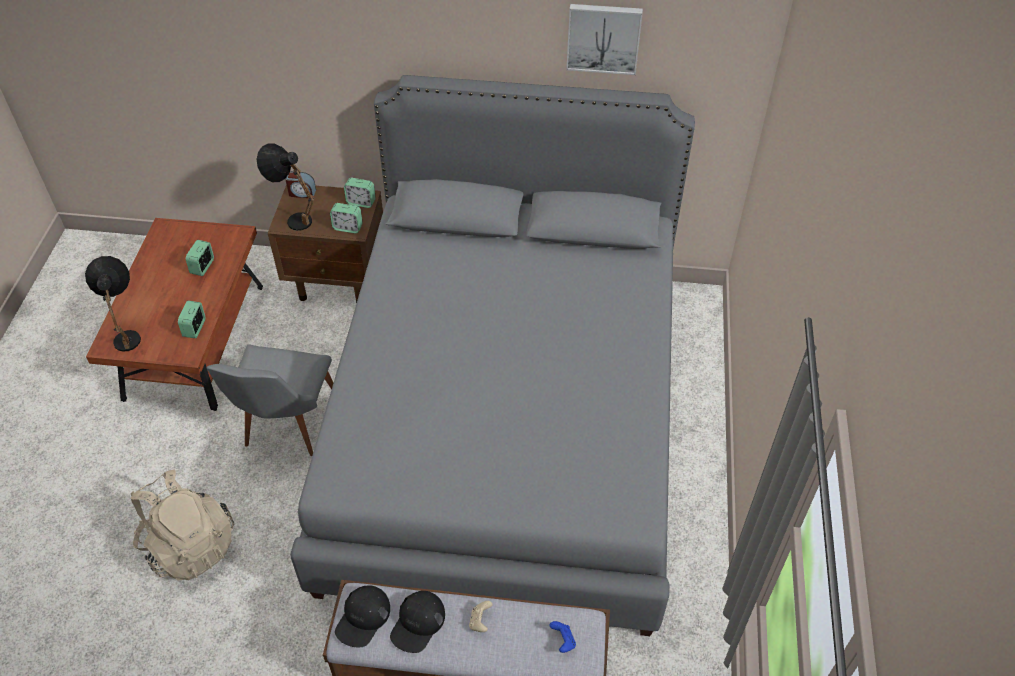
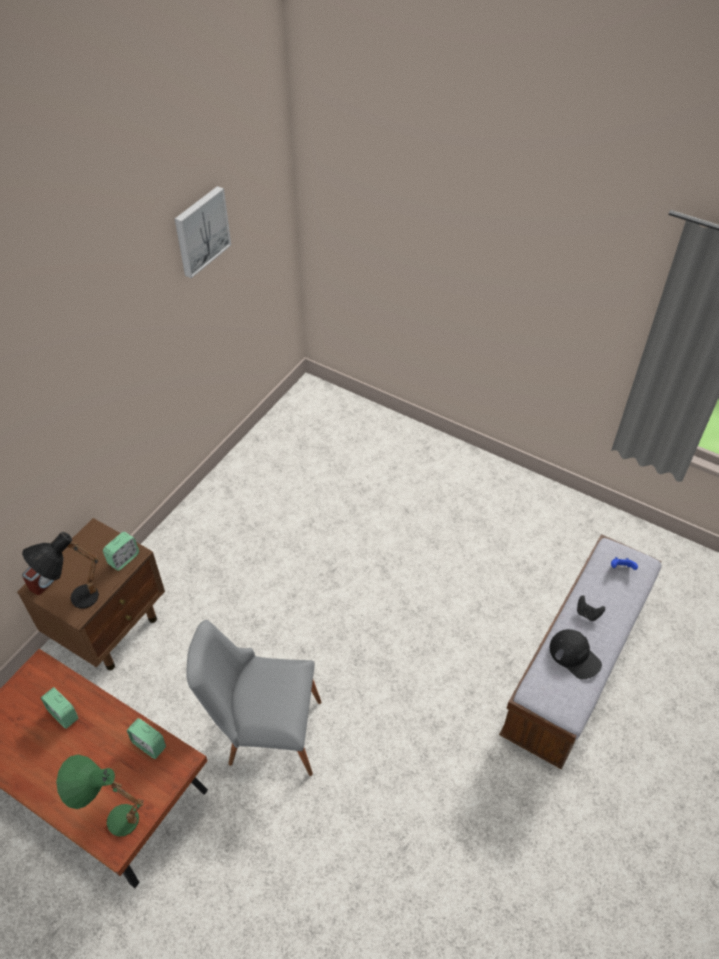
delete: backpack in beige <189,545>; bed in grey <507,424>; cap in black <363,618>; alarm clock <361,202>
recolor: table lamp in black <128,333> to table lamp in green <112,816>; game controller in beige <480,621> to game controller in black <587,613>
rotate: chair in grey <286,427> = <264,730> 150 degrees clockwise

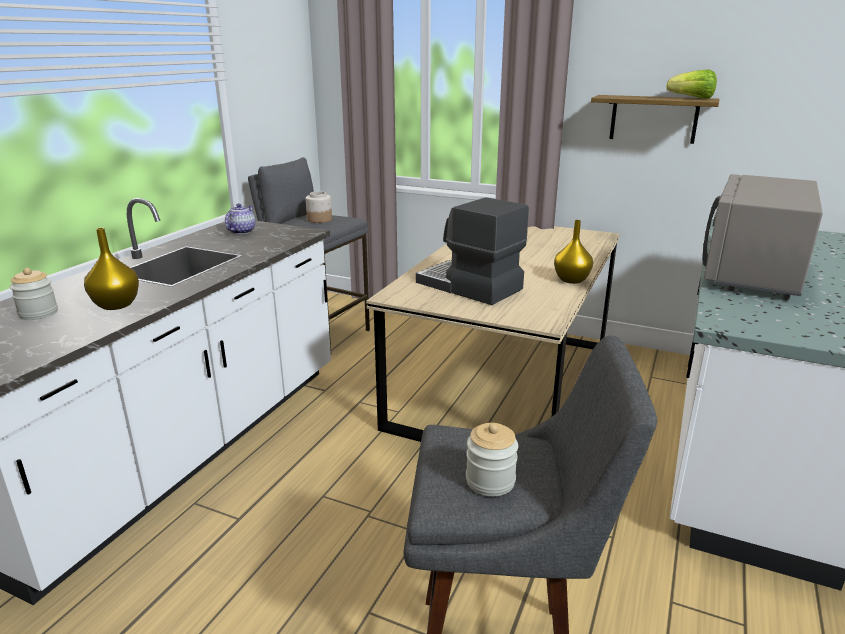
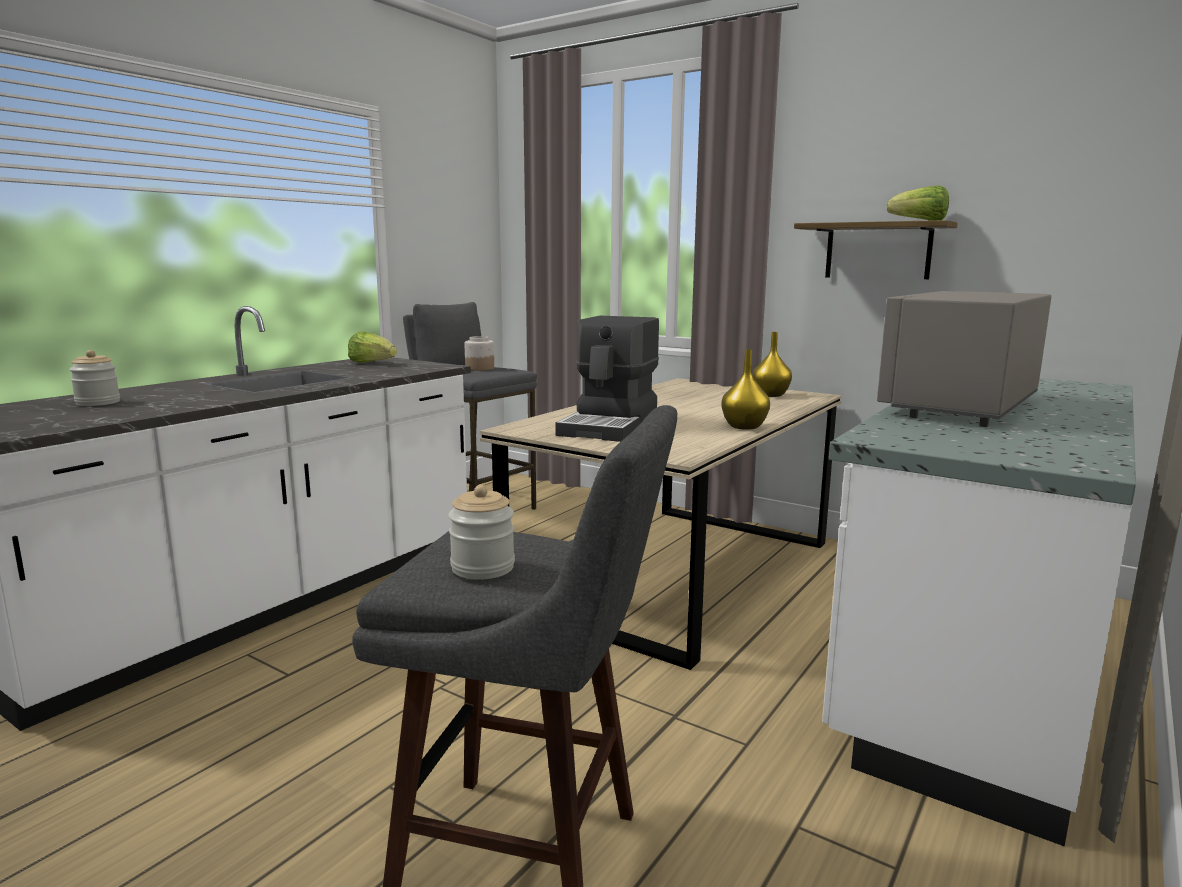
move: vase in yellow <116,305> to <770,395>
replace: teapot <241,231> to lettuce <372,363>
rotate: coffee machine <469,286> = <611,426> 120 degrees counterclockwise

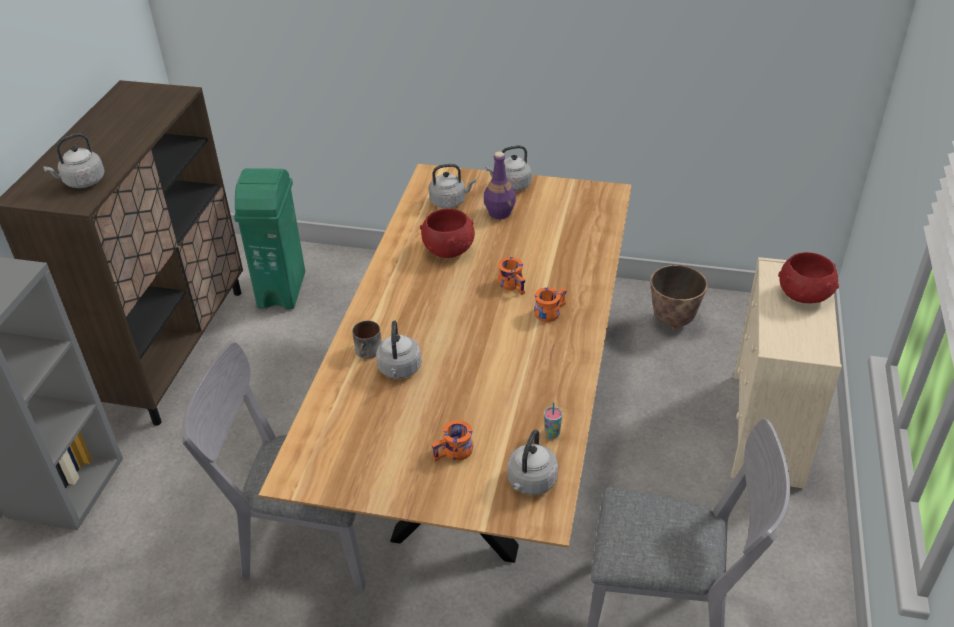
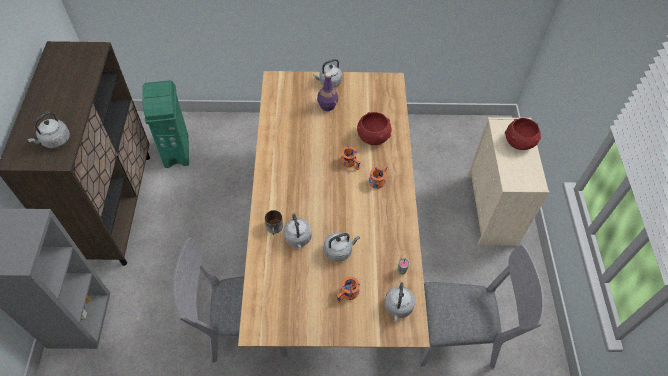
delete: planter <673,321>
move: bowl in red <449,249> to <373,136>; kettle in grey <450,201> to <339,251>

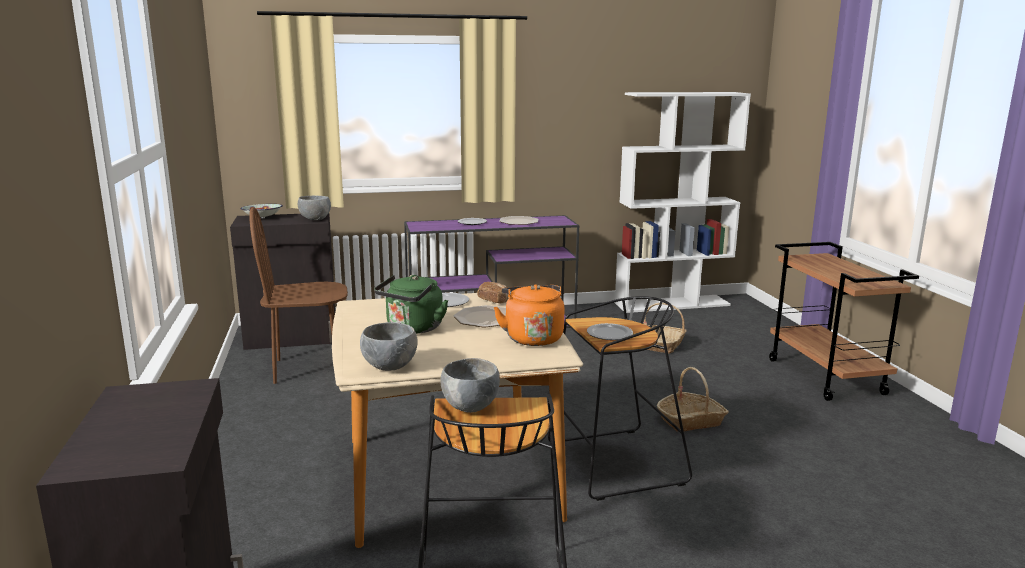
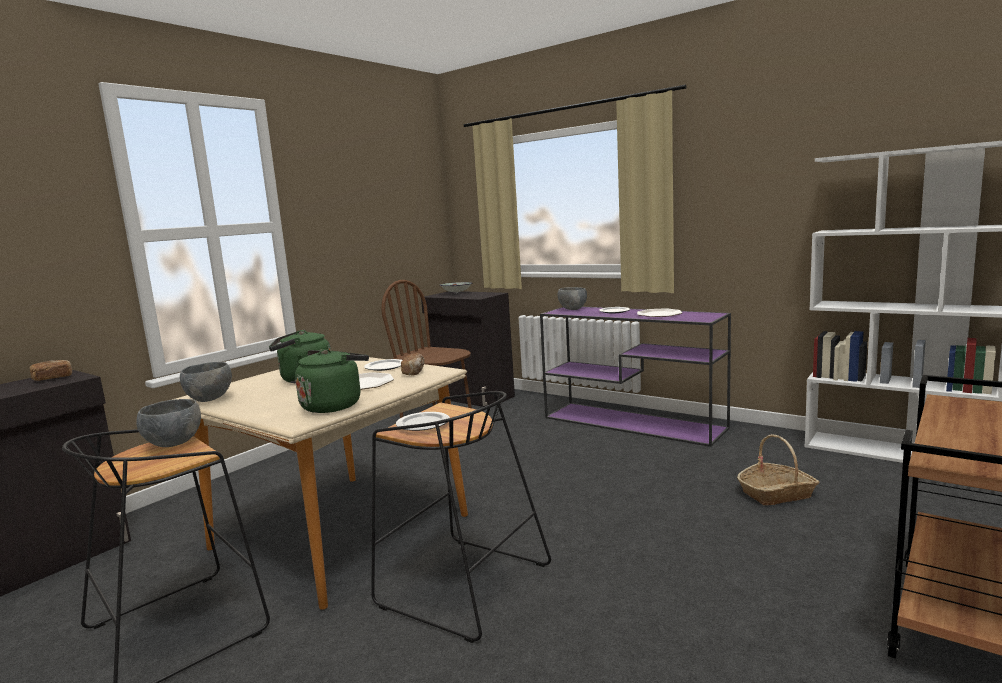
delete: basket <691,421>
insert: bread <53,379>
move: bowl in grey <315,219> to <572,309>
recolor: kettle in orange <532,337> to kettle in green <334,405>

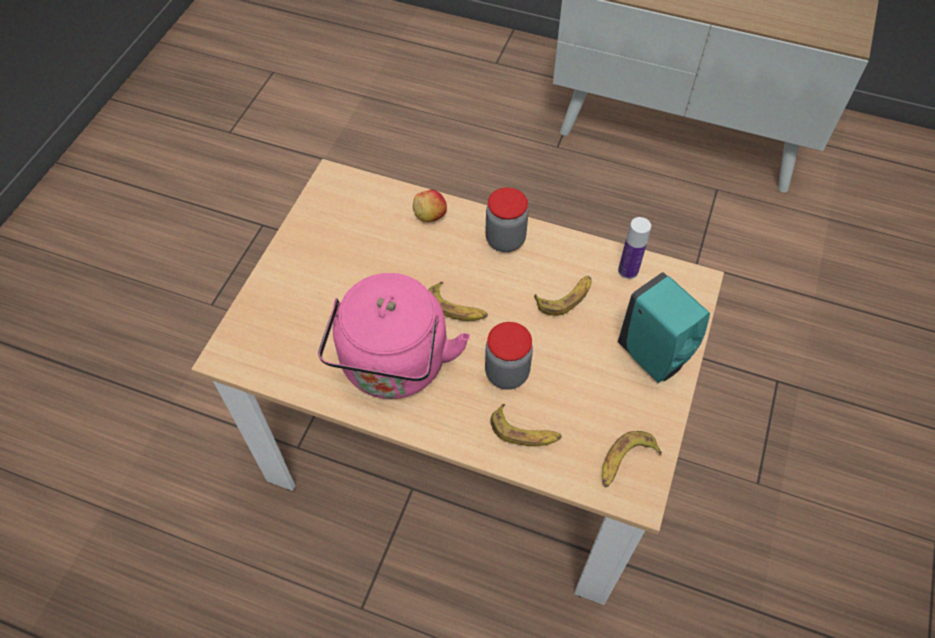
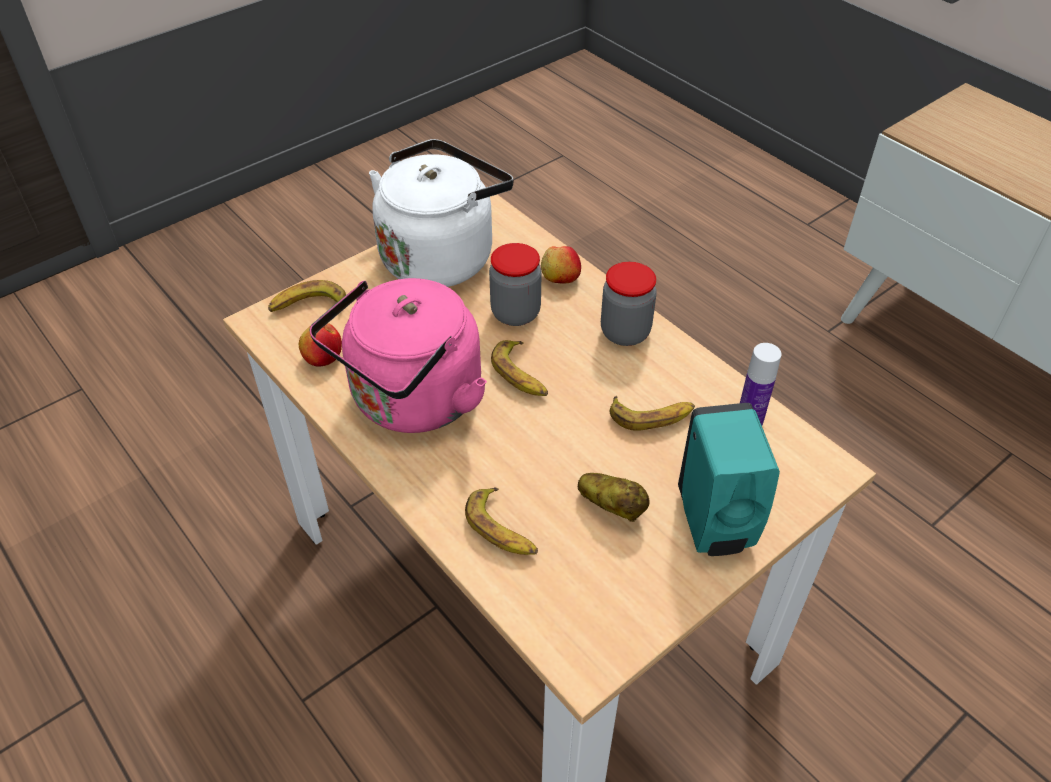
insert: apple <322,357>; kettle in white <441,256>; potato <612,506>
move: jar <507,373> to <515,313>; banana <626,462> to <308,306>

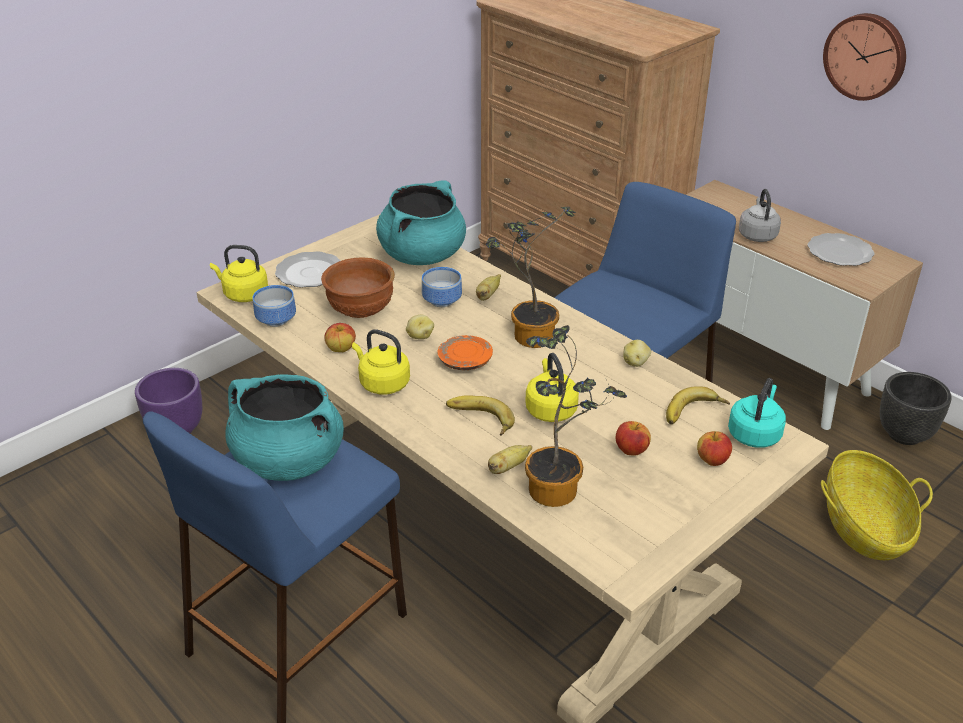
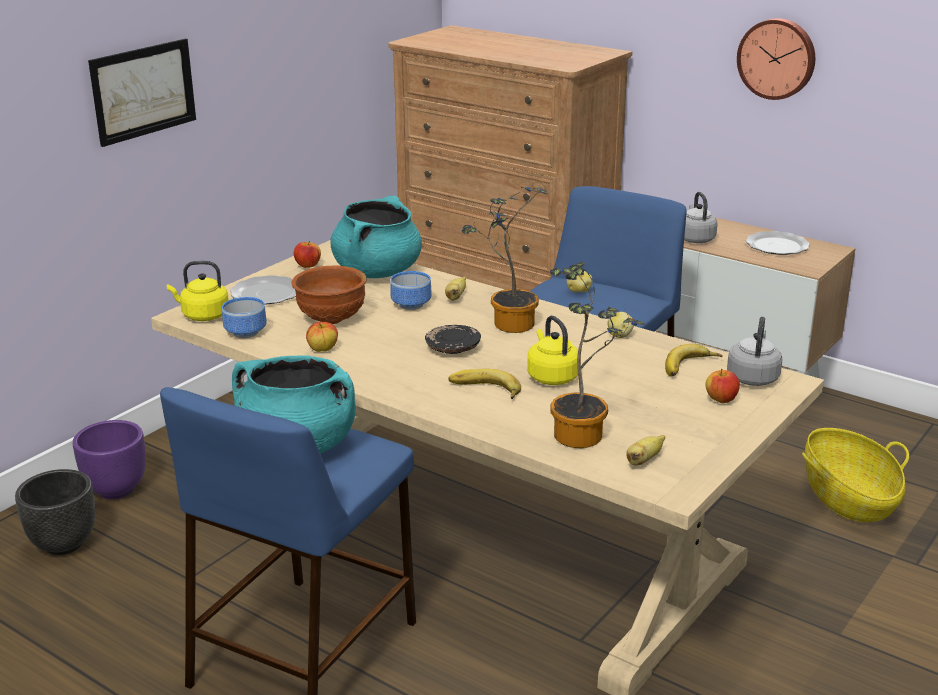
delete: kettle in yellow <382,383>
insert: picture <143,91>
move: potato <419,336> to <578,291>; banana <508,467> to <643,460>; apple <631,450> to <308,265>; planter in black <903,435> to <63,544>
recolor: plate in orange <465,361> to plate in black <452,348>; kettle in turquoise <755,434> to kettle in grey <753,377>

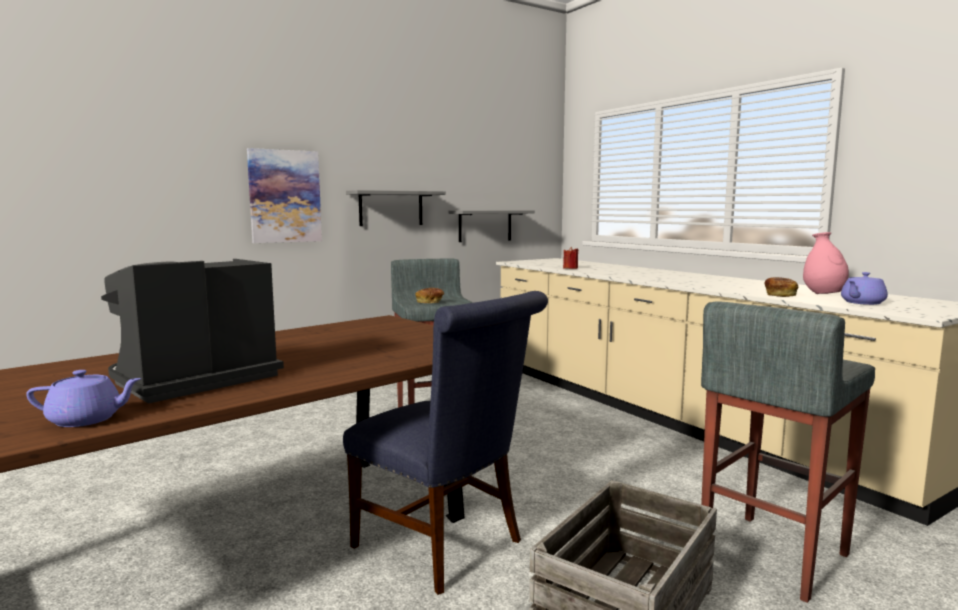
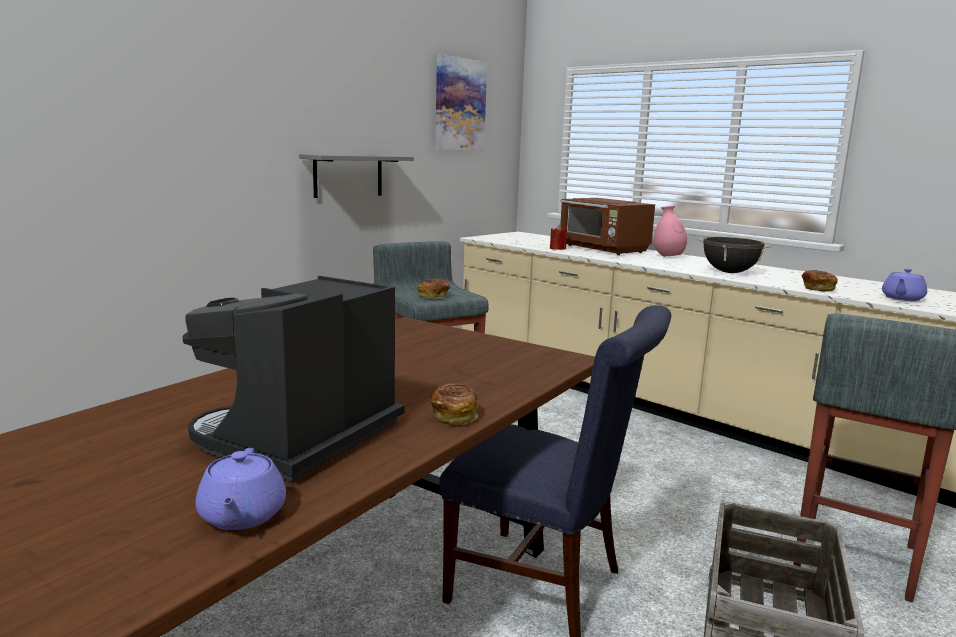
delete: shelf in grey <485,225>
insert: bread <454,416>; microwave in brown <603,249>; cooking pot in black <729,272>
move: picture <284,196> to <459,104>; vase in pink <823,294> to <668,257>
rotate: teapot in purple <87,420> = <242,516> 105 degrees clockwise

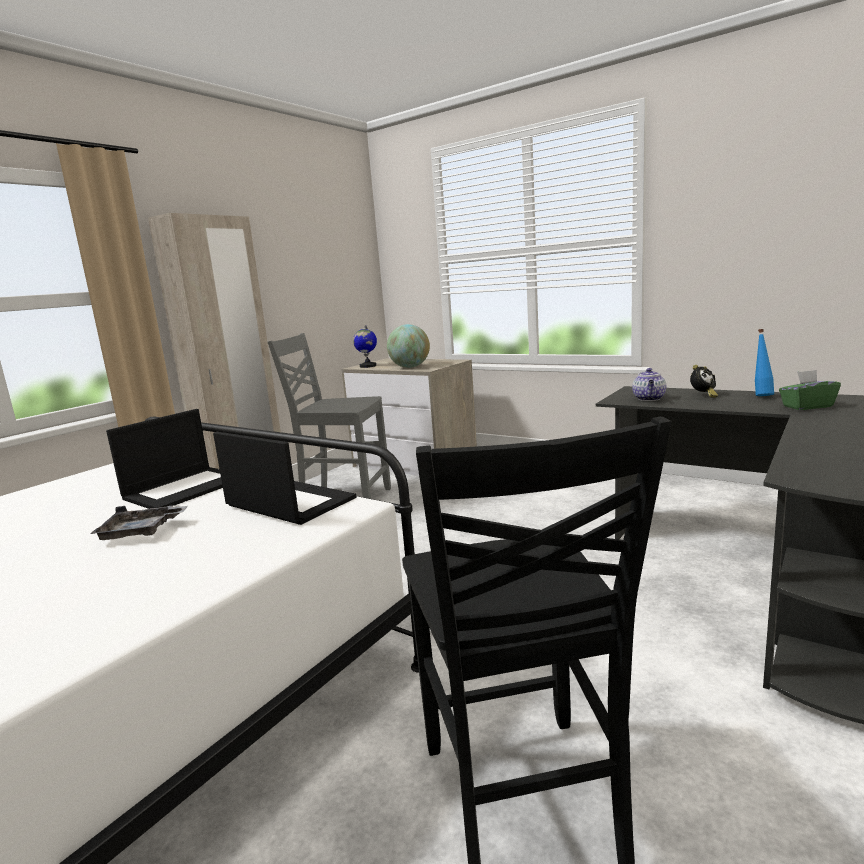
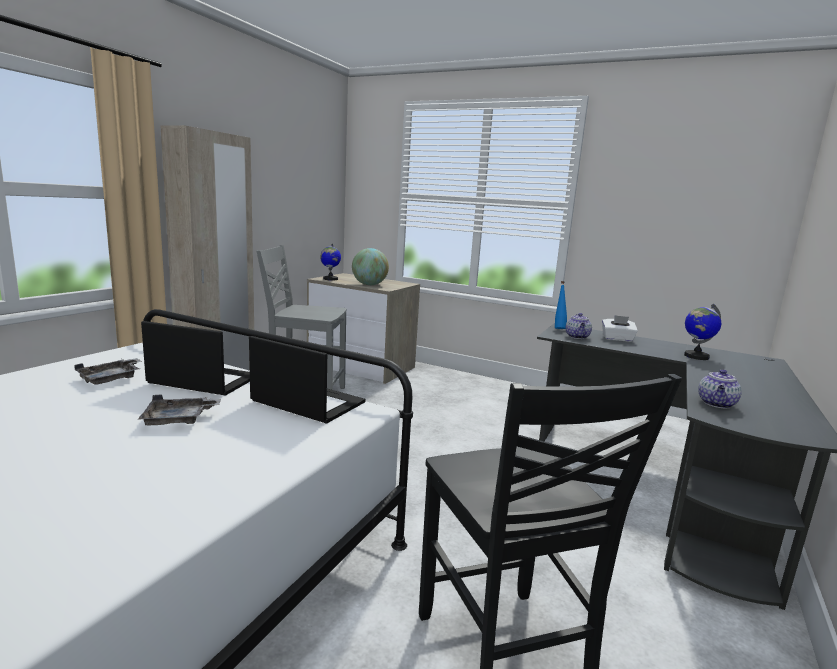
insert: tray in grey <111,379>; teapot <717,404>
move: bottle in blue <761,395> to <558,328>
replace: alarm clock <703,396> to tissue box in white <617,339>; tissue box in green <807,406> to globe <696,356>
rotate: laptop <185,488> = <202,380> 105 degrees counterclockwise

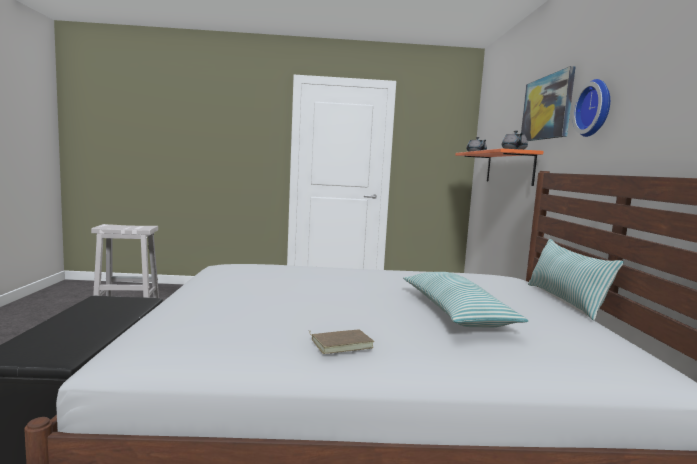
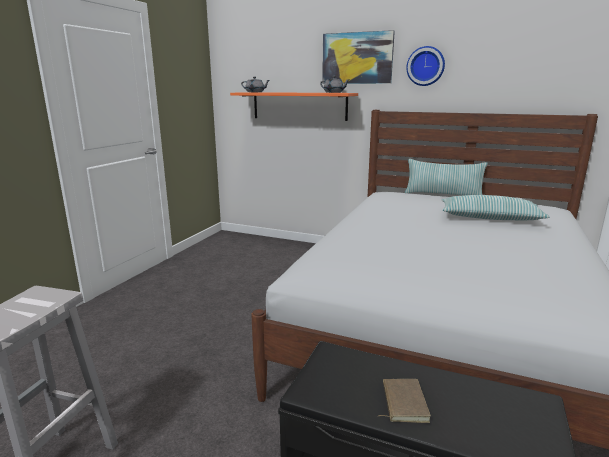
move: book in brown <341,343> to <402,402>

